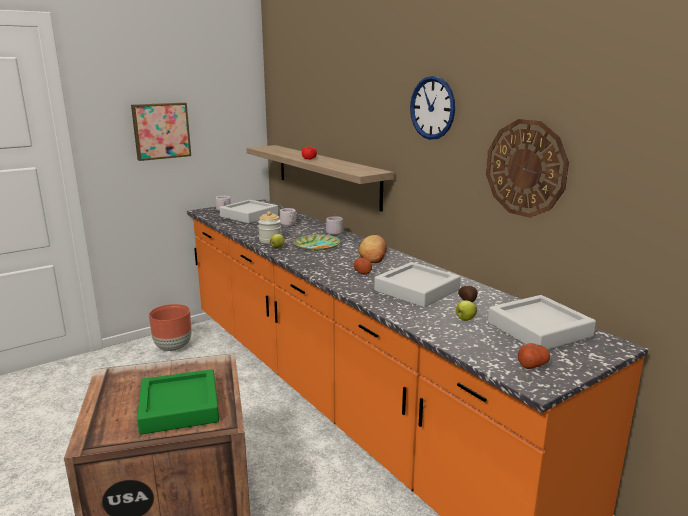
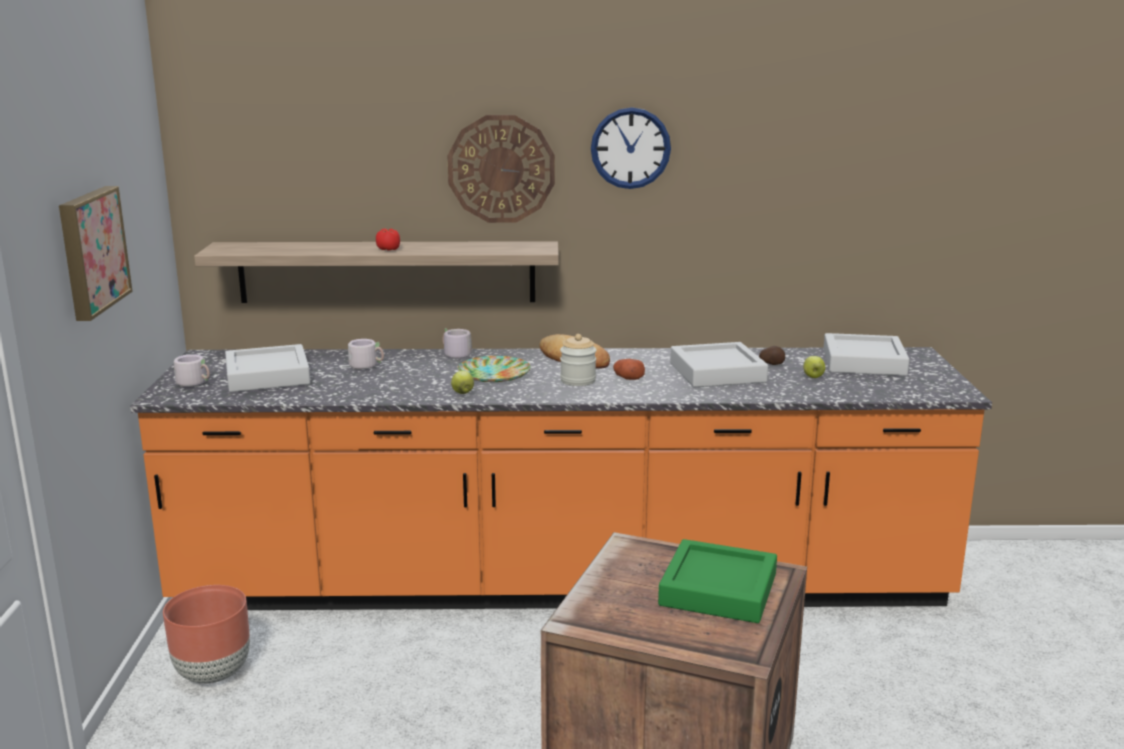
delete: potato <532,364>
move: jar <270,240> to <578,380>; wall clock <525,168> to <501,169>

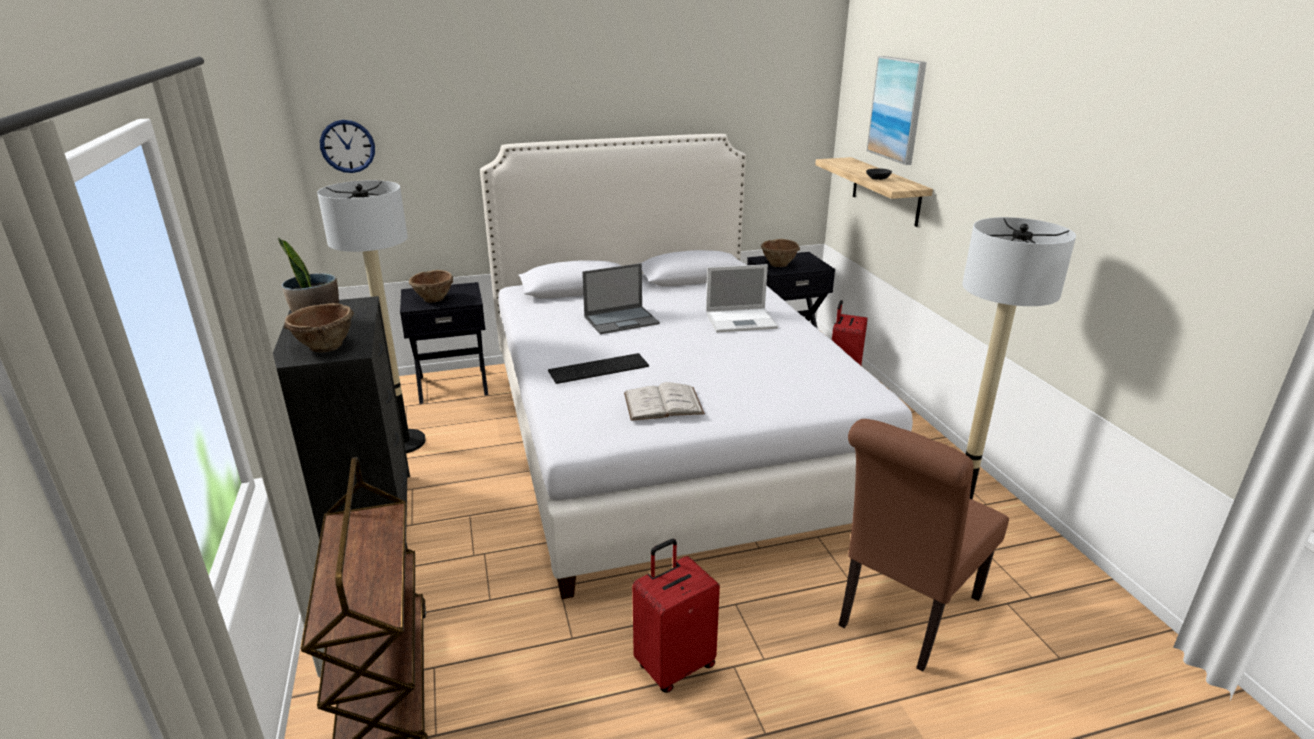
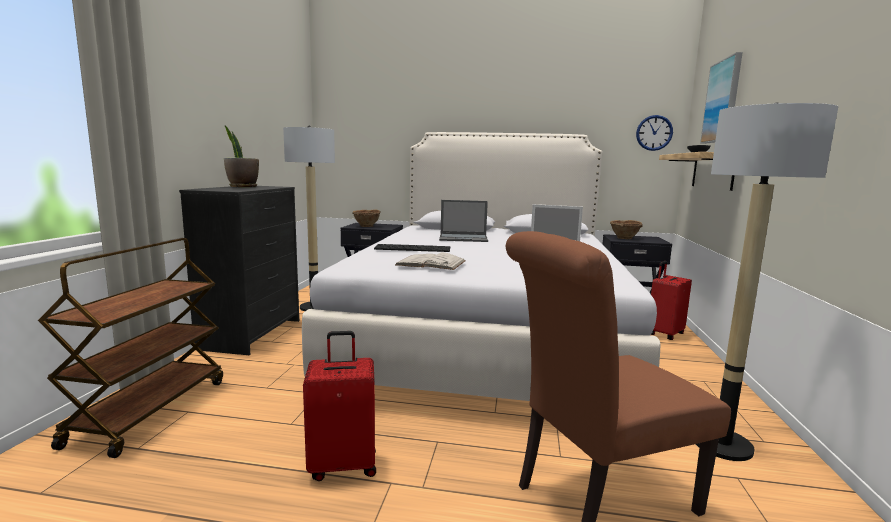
delete: bowl in brown <325,347>
move: wall clock <347,146> to <654,133>

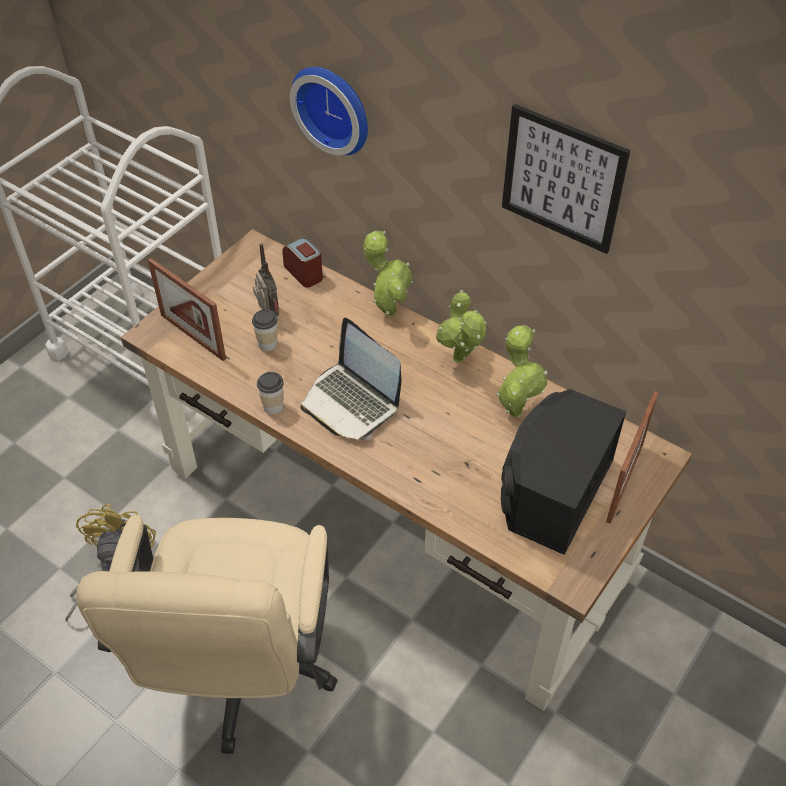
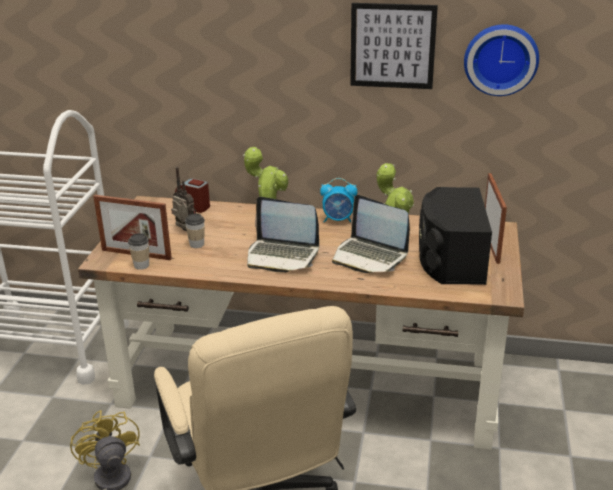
insert: laptop <369,256>
move: cup <273,406> to <141,265>; wall clock <334,107> to <501,58>
replace: potted plant <460,362> to alarm clock <338,220>

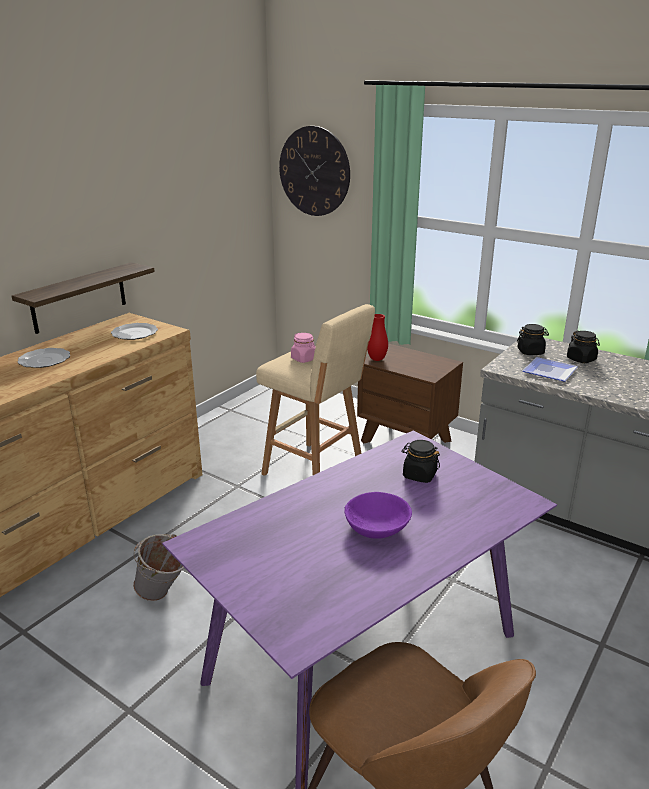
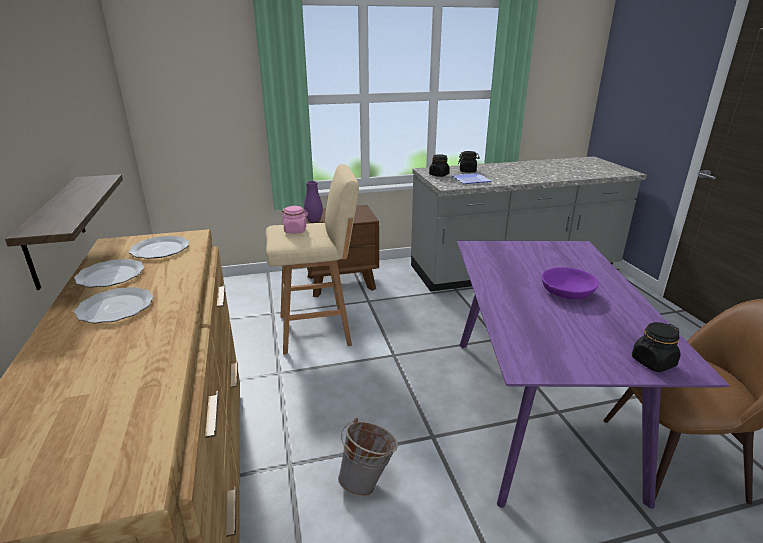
delete: wall clock <314,171>
insert: plate <110,276>
move: jar in black <419,475> to <653,362>
recolor: vase in red <377,359> to vase in purple <314,221>

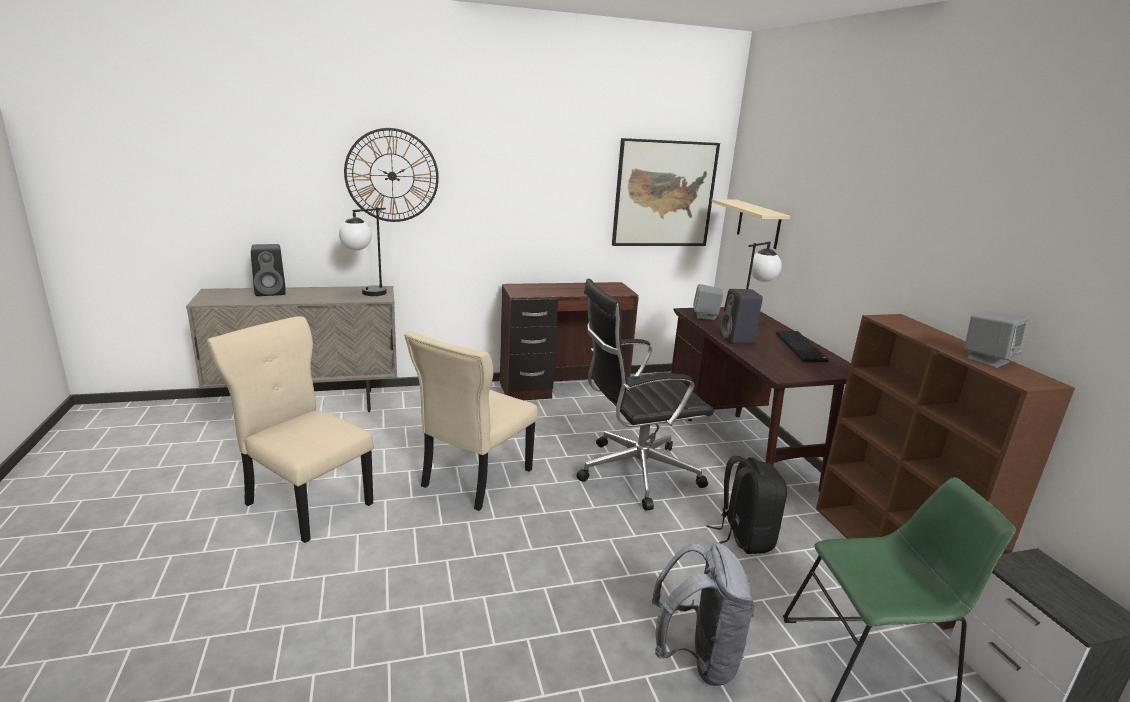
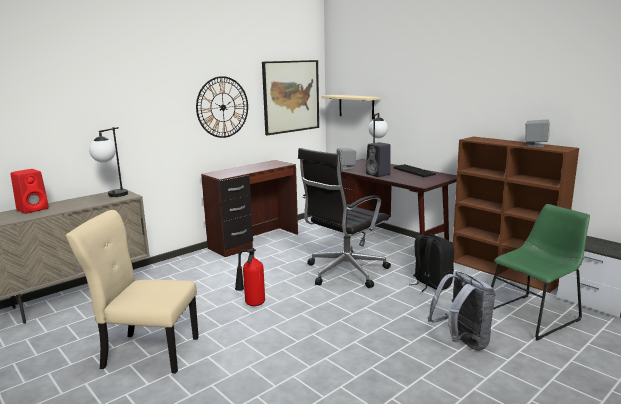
move: wall clock <392,176> to <222,107>
replace: chair in beige <474,479> to fire extinguisher <252,304>
recolor: speaker in black <271,292> to speaker in red <33,209>

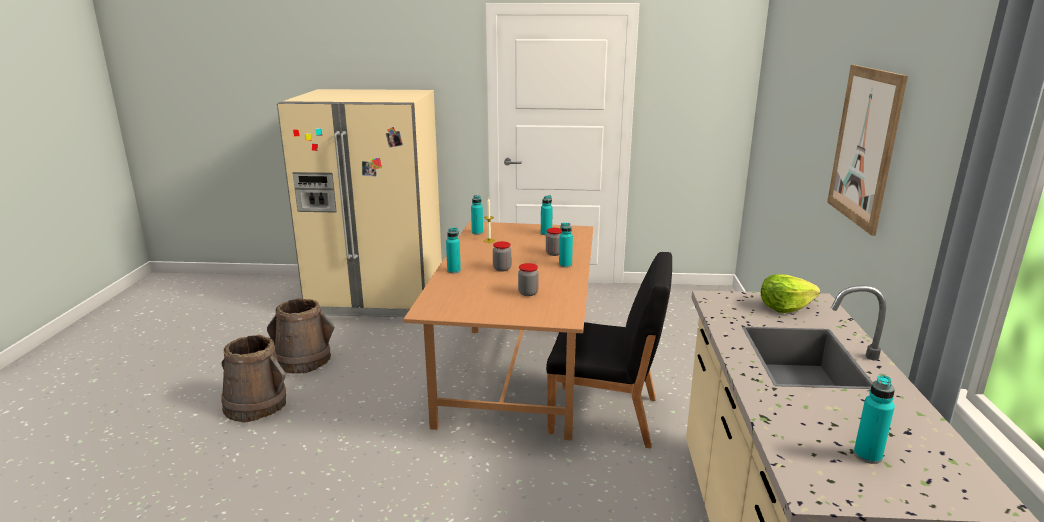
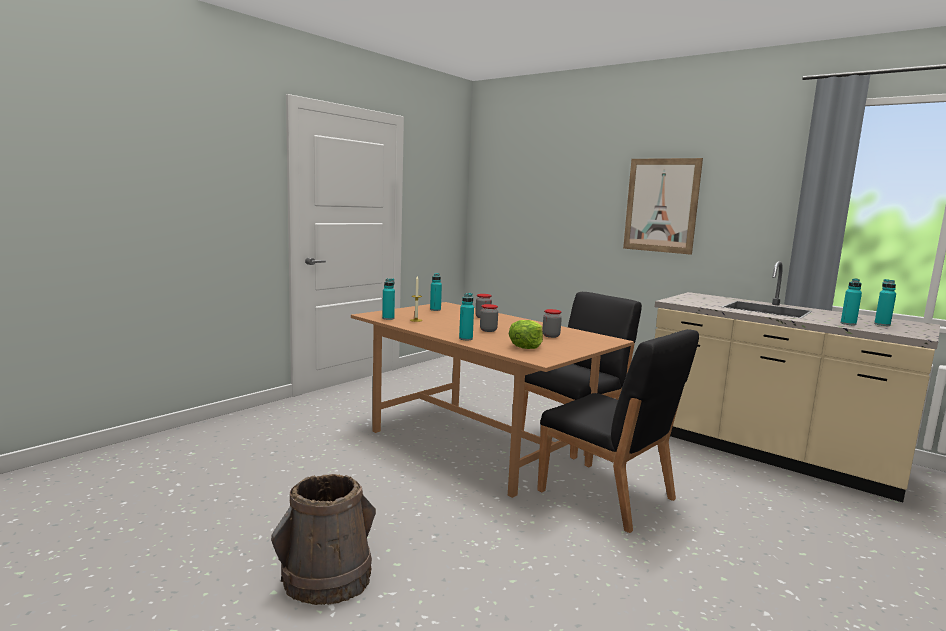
delete: bucket in brown <303,360>; fridge in beige <378,297>
insert: chair in black <607,496>
move: bottle in turquoise <565,265> to <848,324>; lettuce <784,307> to <526,346>

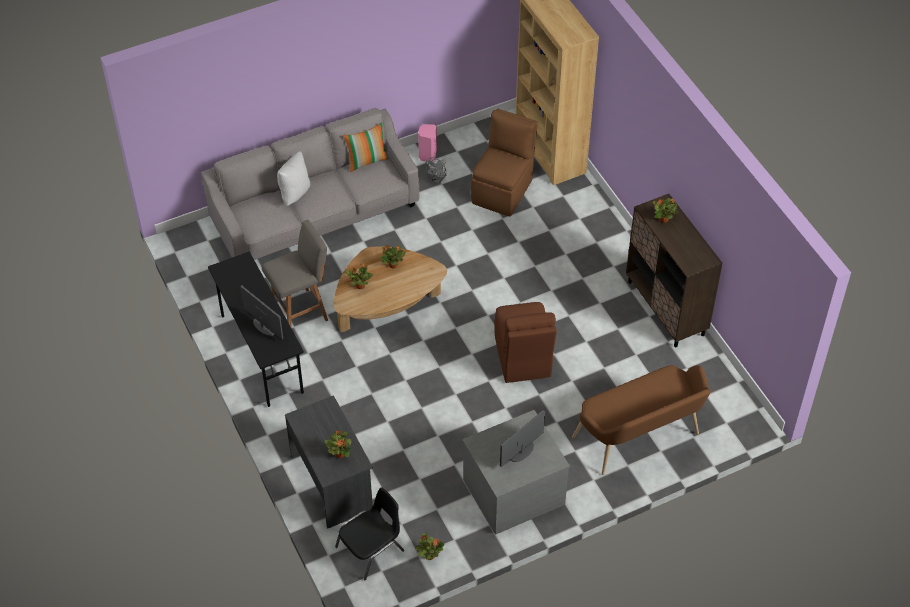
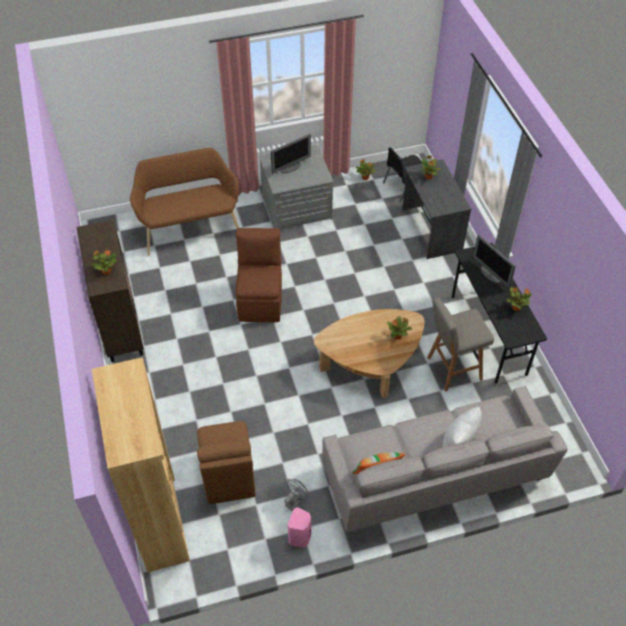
move: potted plant <393,265> to <516,308>
rotate: chair in brown <503,190> = <228,476> 45 degrees counterclockwise

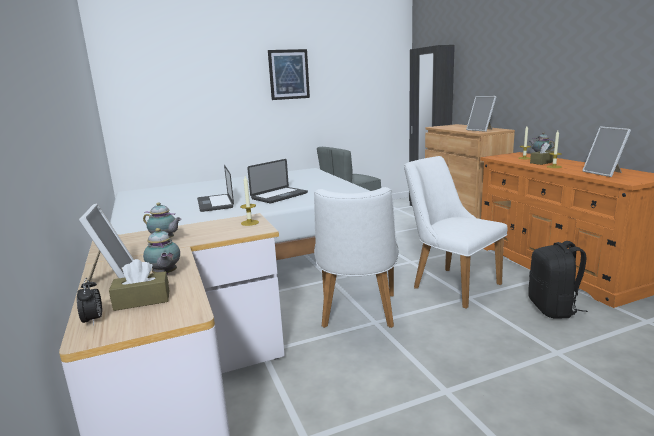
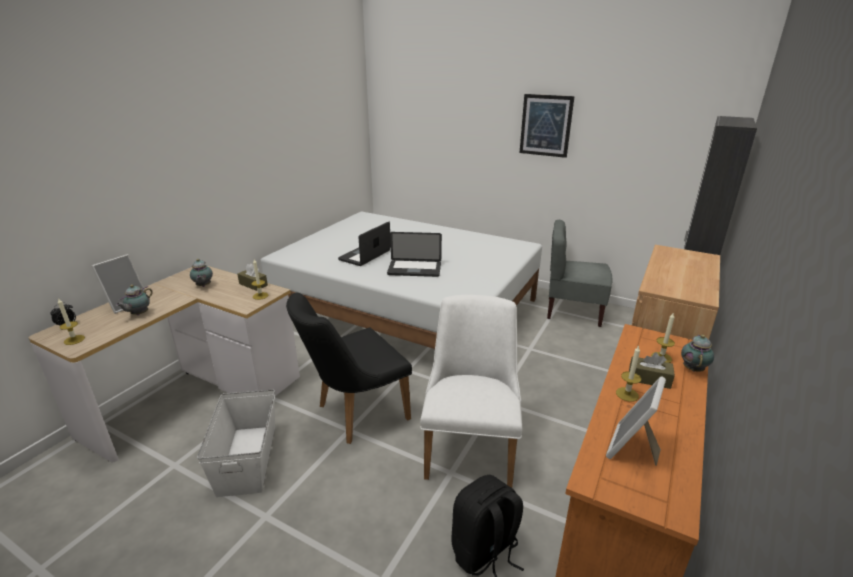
delete: picture frame <481,130>
insert: candle <74,340>; storage box in white <248,458>
move: tissue box in brown <142,300> to <253,284>
recolor: chair in white <357,314> to chair in black <355,414>

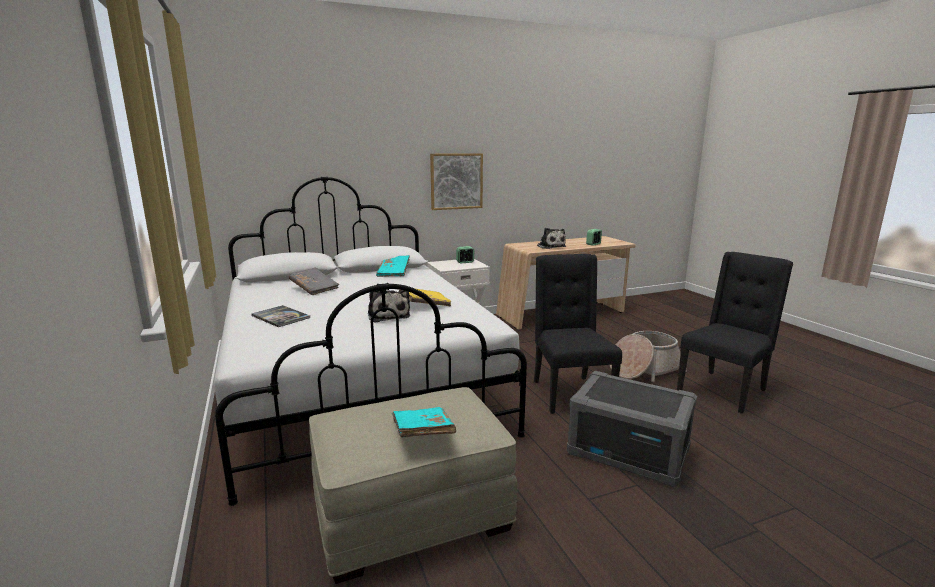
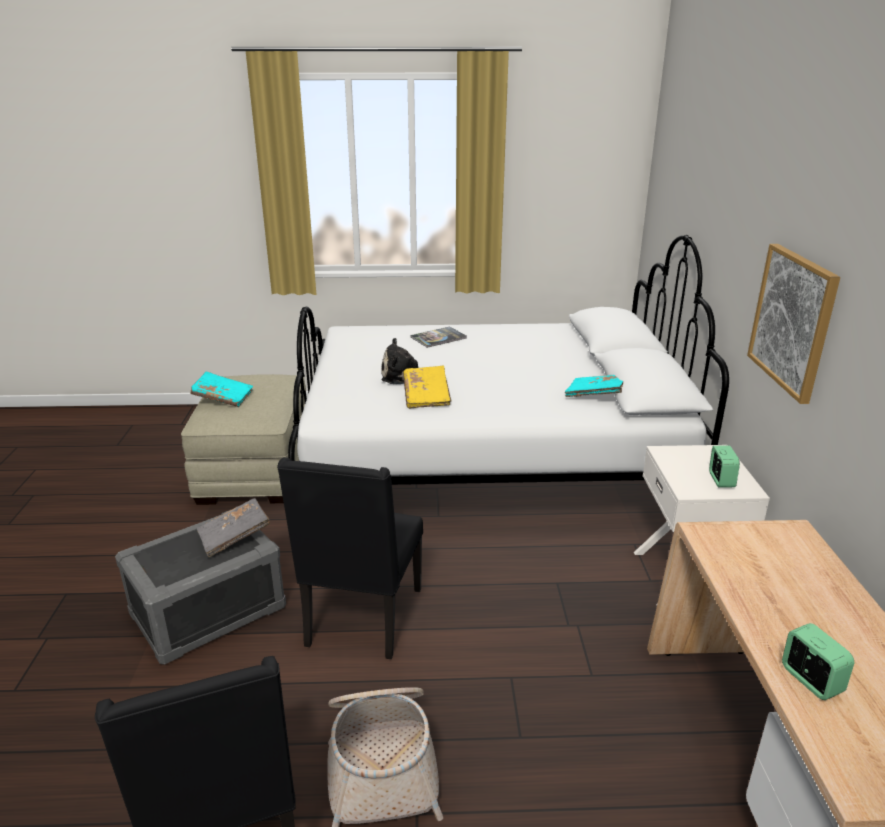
delete: plush toy <550,246>
move: book in grey <314,288> to <234,537>
rotate: chair in black <569,393> = <362,619> 90 degrees clockwise

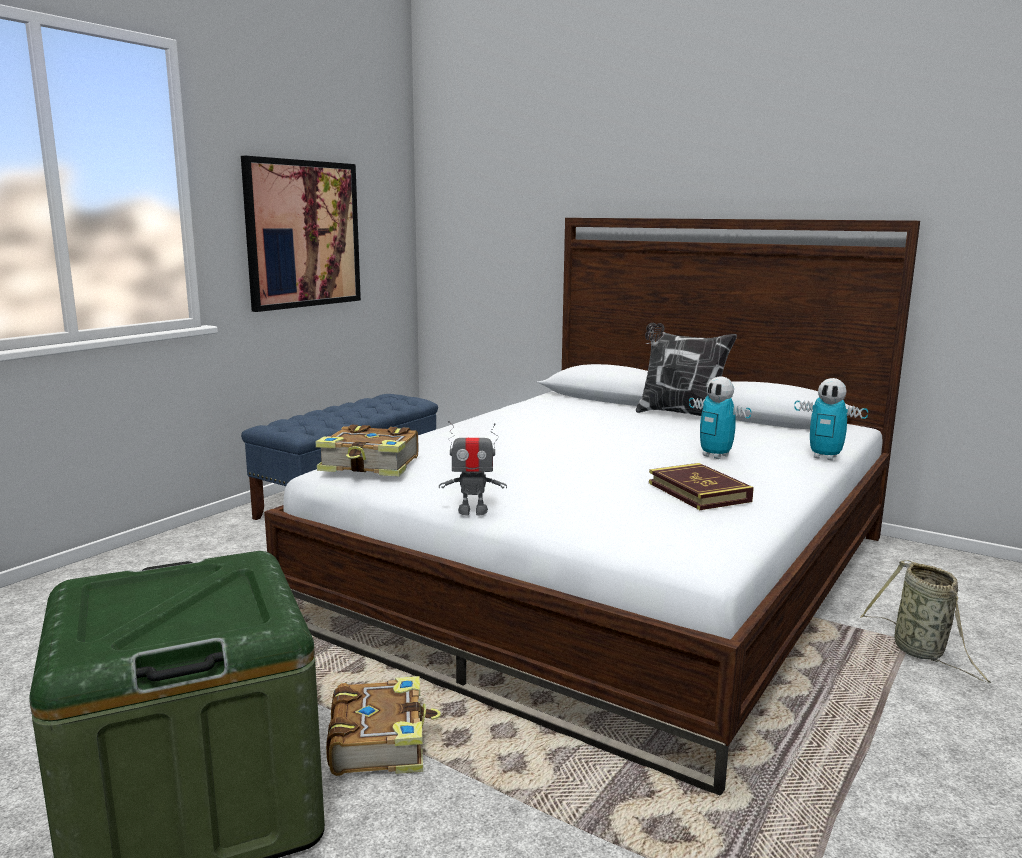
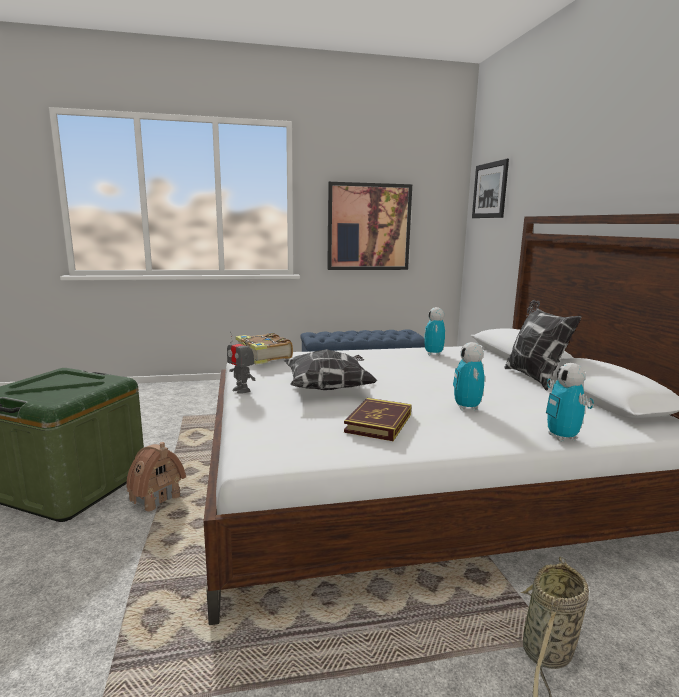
insert: pillow <329,388>; toy robot <433,354>; picture <489,190>
replace: book <380,741> to toy house <155,498>

